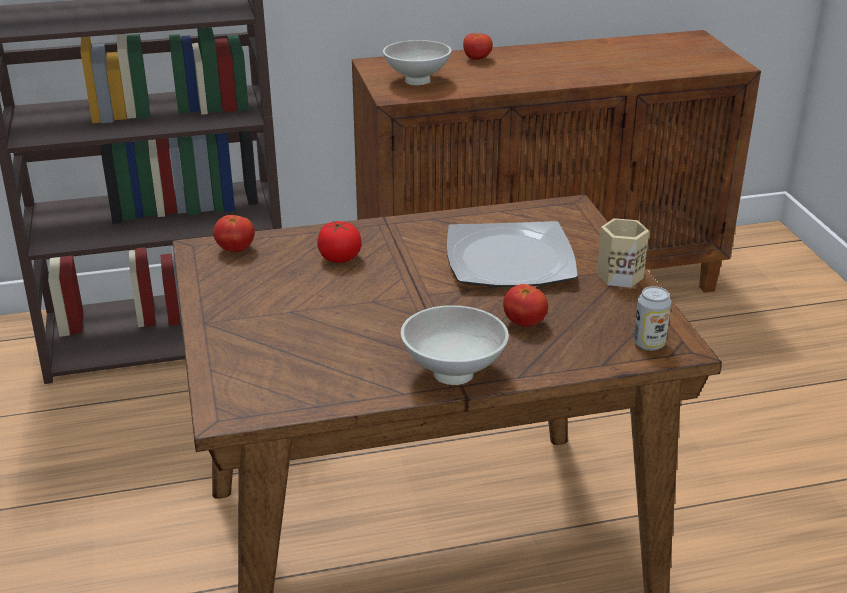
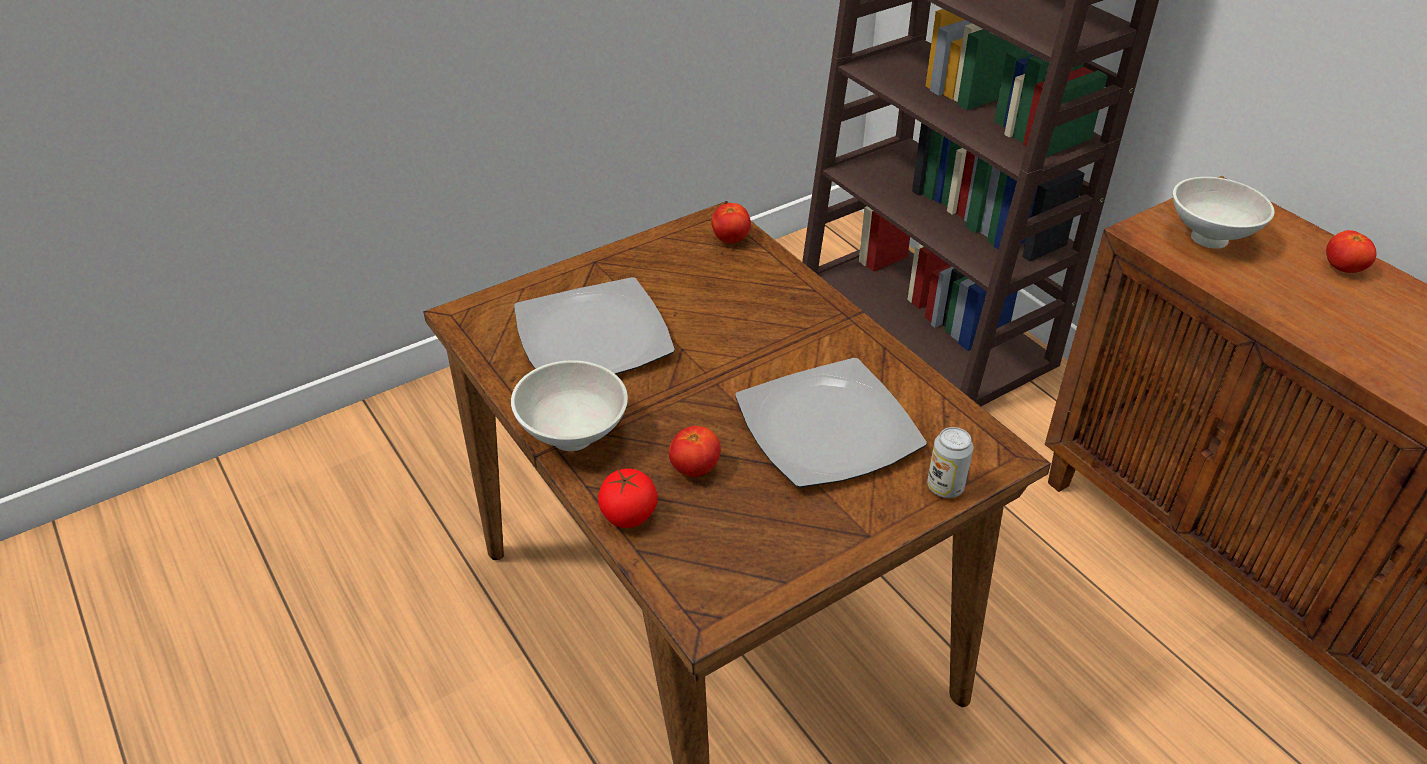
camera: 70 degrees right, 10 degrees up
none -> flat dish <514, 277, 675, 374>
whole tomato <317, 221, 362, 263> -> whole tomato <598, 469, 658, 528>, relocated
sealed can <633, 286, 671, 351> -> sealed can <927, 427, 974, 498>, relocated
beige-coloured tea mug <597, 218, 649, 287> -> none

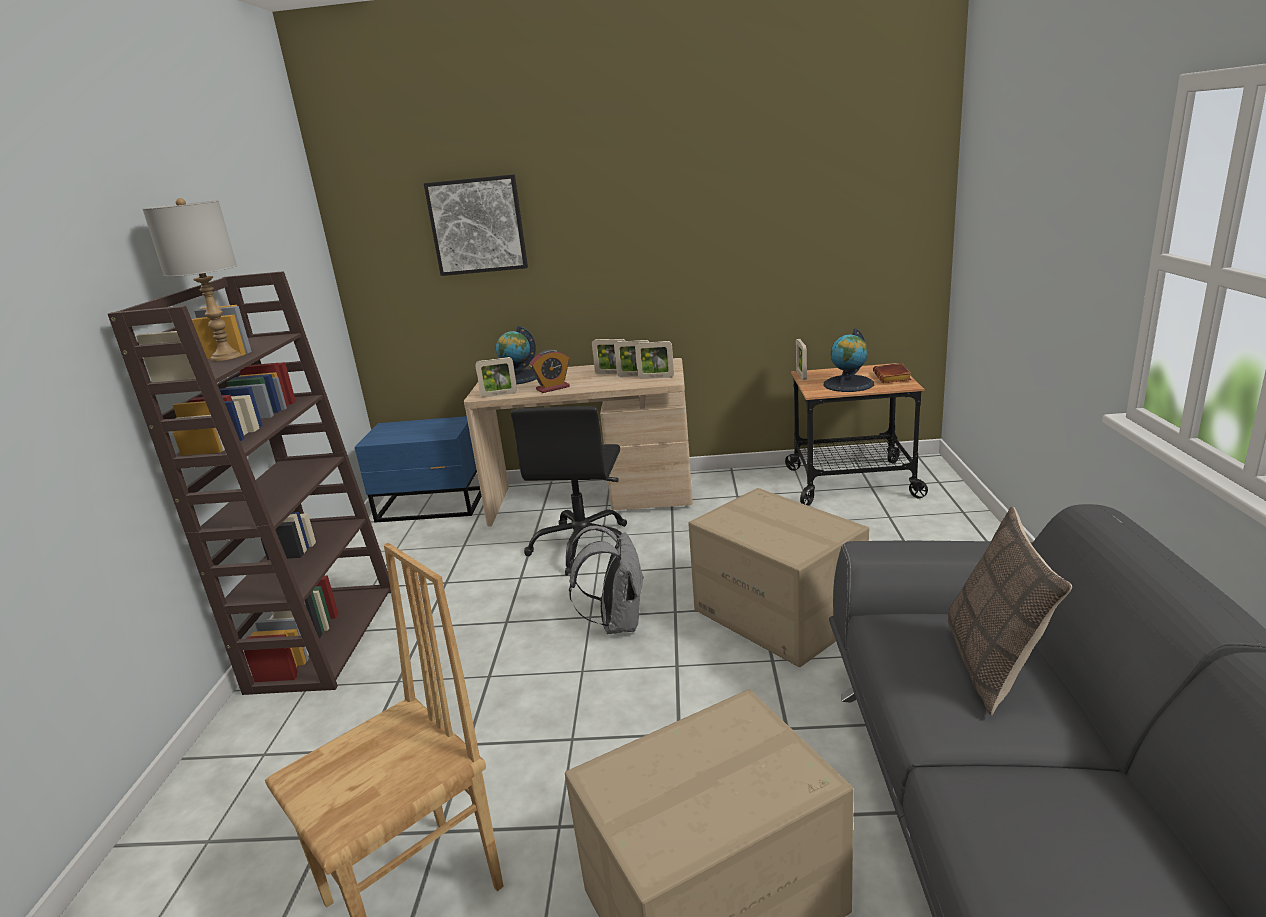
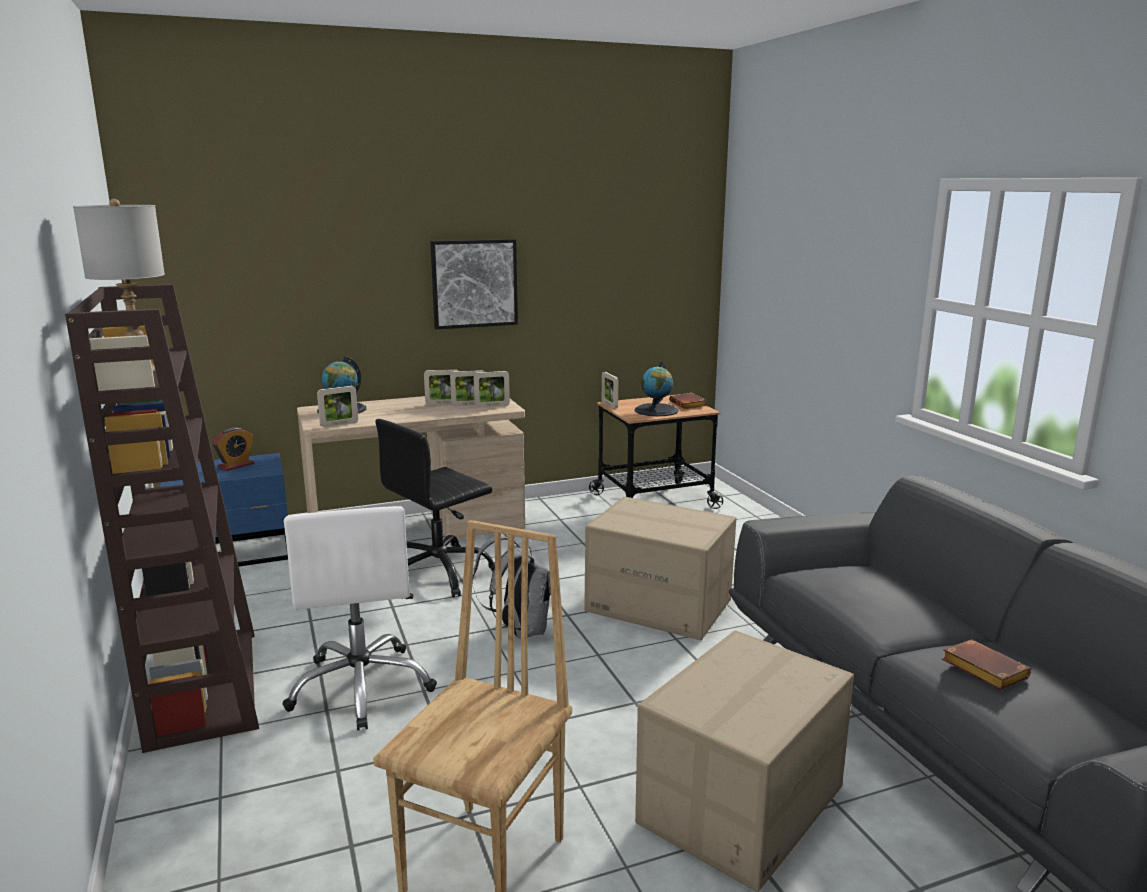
camera: 25 degrees left, 5 degrees down
bedside clock <529, 349, 570, 393> -> bedside clock <212, 427, 254, 471>, relocated
none -> white computer chair <282, 506, 437, 730>
black computer chair <511, 406, 627, 576> -> black computer chair <375, 419, 495, 598>, 60 degrees clockwise
picture <424, 174, 528, 276> -> picture <430, 239, 518, 329>, relocated
none -> brown-coloured book <942, 639, 1031, 690>
throw pillow <948, 506, 1072, 716> -> none

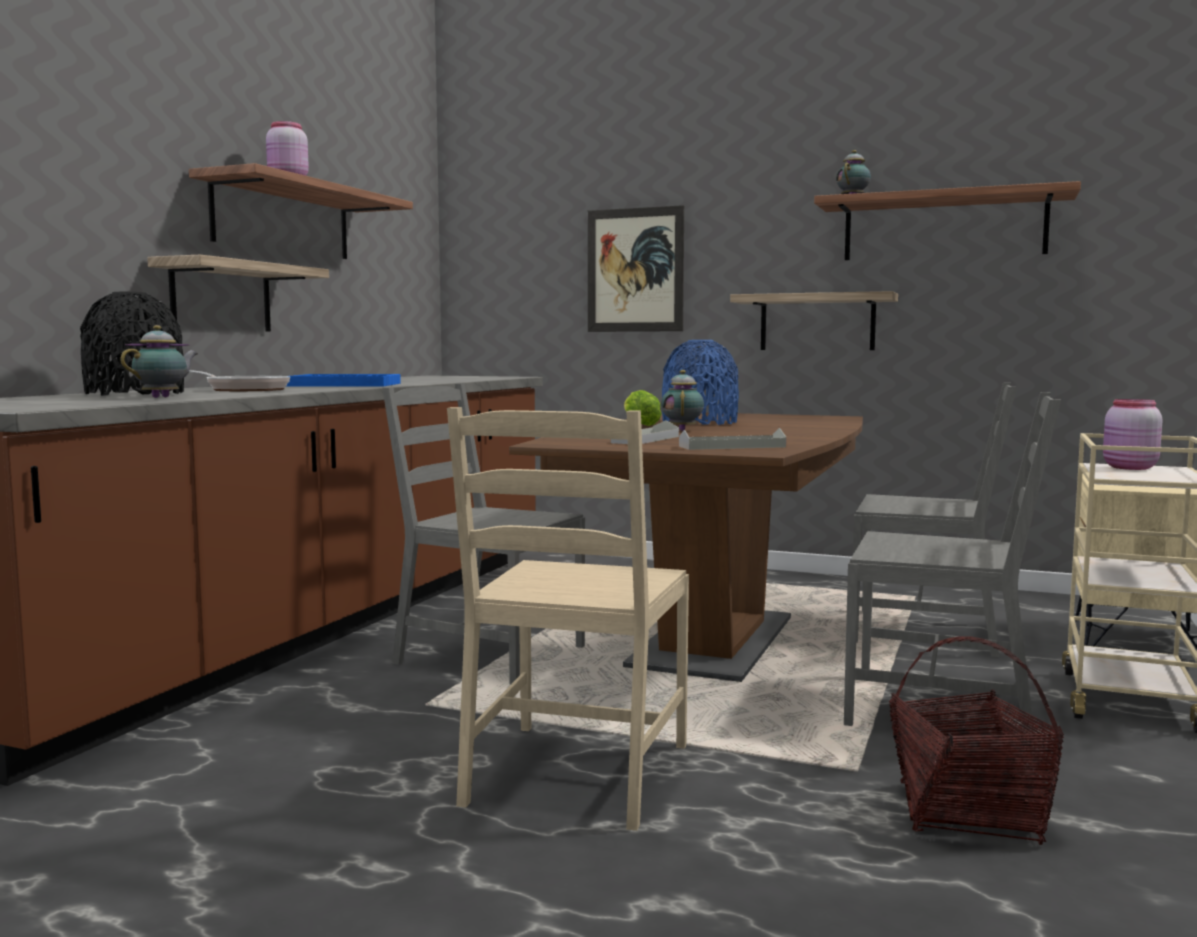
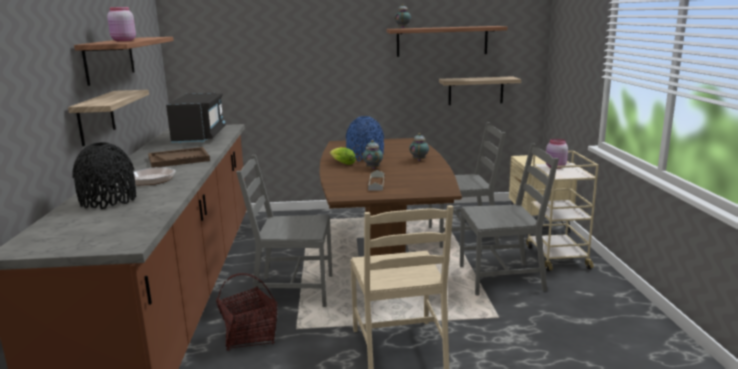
camera: 25 degrees left, 10 degrees up
blue carrying tray <286, 374, 401, 387> -> brown-coloured carrying tray <148, 147, 210, 167>
none -> black kitchen microwave <166, 93, 226, 143>
basket <889, 636, 1064, 845> -> basket <216, 273, 278, 351>, relocated
pot for tea <120, 325, 198, 398> -> pot for tea <409, 133, 429, 161>, relocated
shelf <730, 291, 898, 350> -> shelf <439, 76, 521, 105>, relocated
picture <588, 205, 684, 332> -> none
gray carrying tray <679, 428, 786, 450> -> none

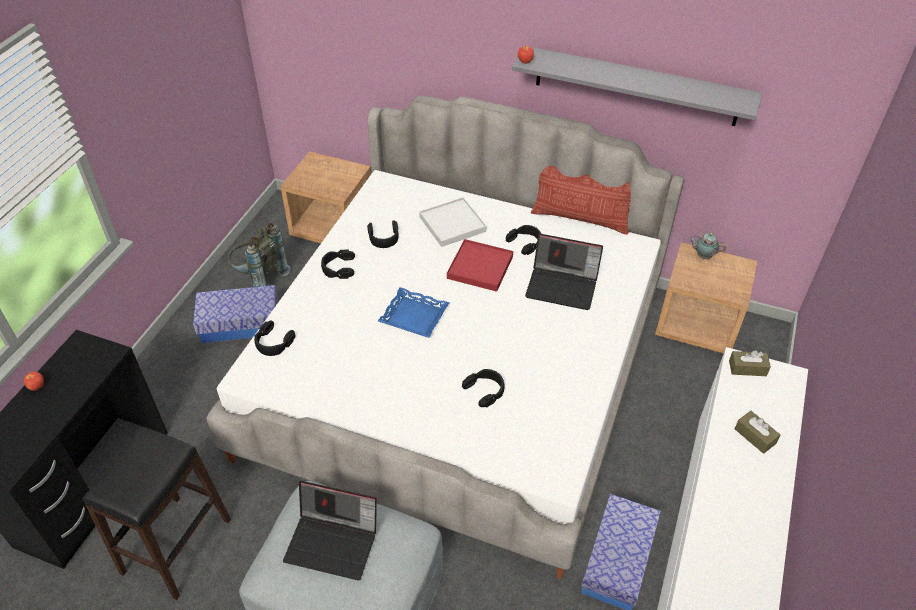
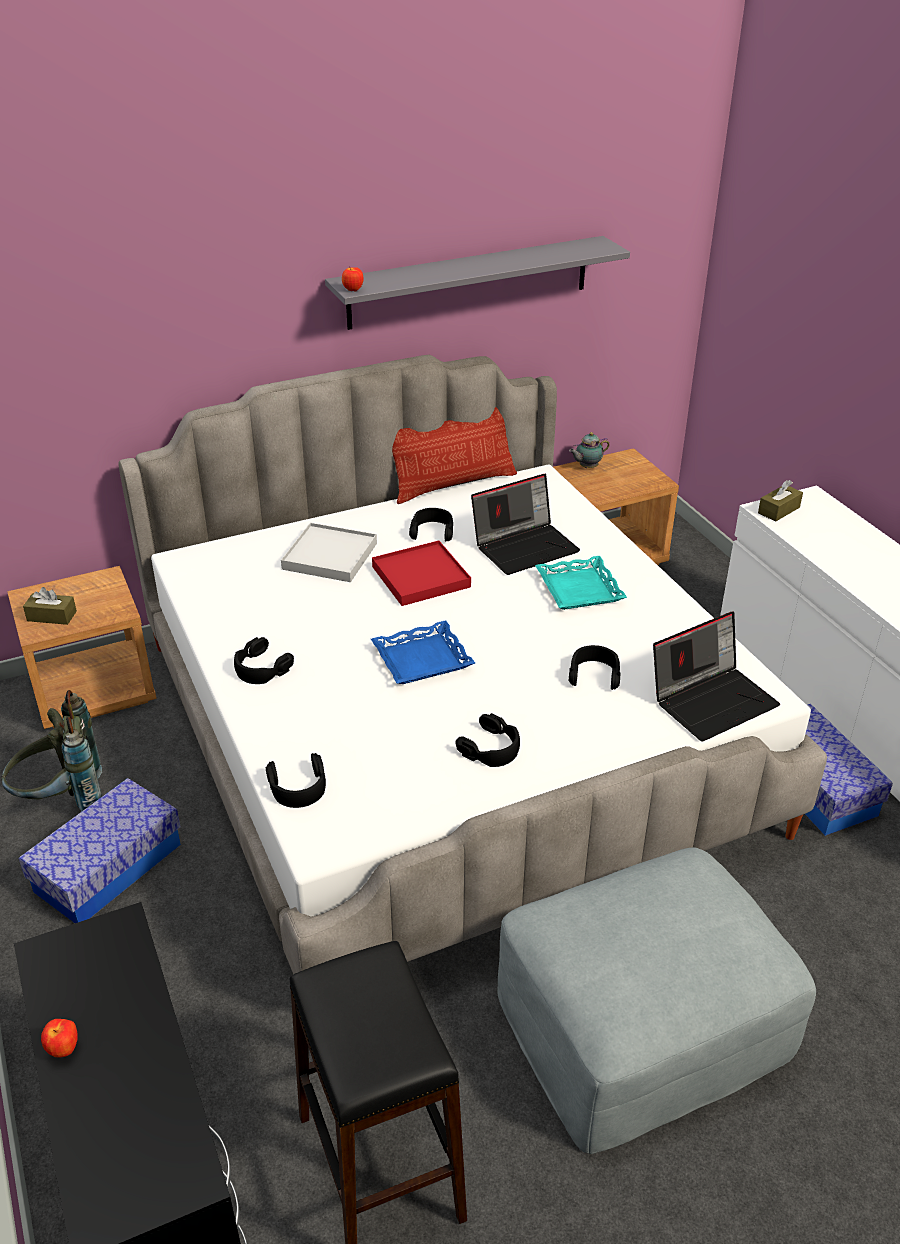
camera: 45 degrees left, 10 degrees down
brown-coloured box of tissues <735, 411, 780, 454> -> brown-coloured box of tissues <23, 587, 77, 625>, relocated
black headphones <367, 220, 399, 248> -> black headphones <455, 713, 520, 767>, relocated
none -> blue-green carrying tray <535, 556, 627, 610>
portable computer <283, 481, 377, 581> -> portable computer <653, 611, 780, 741>, relocated

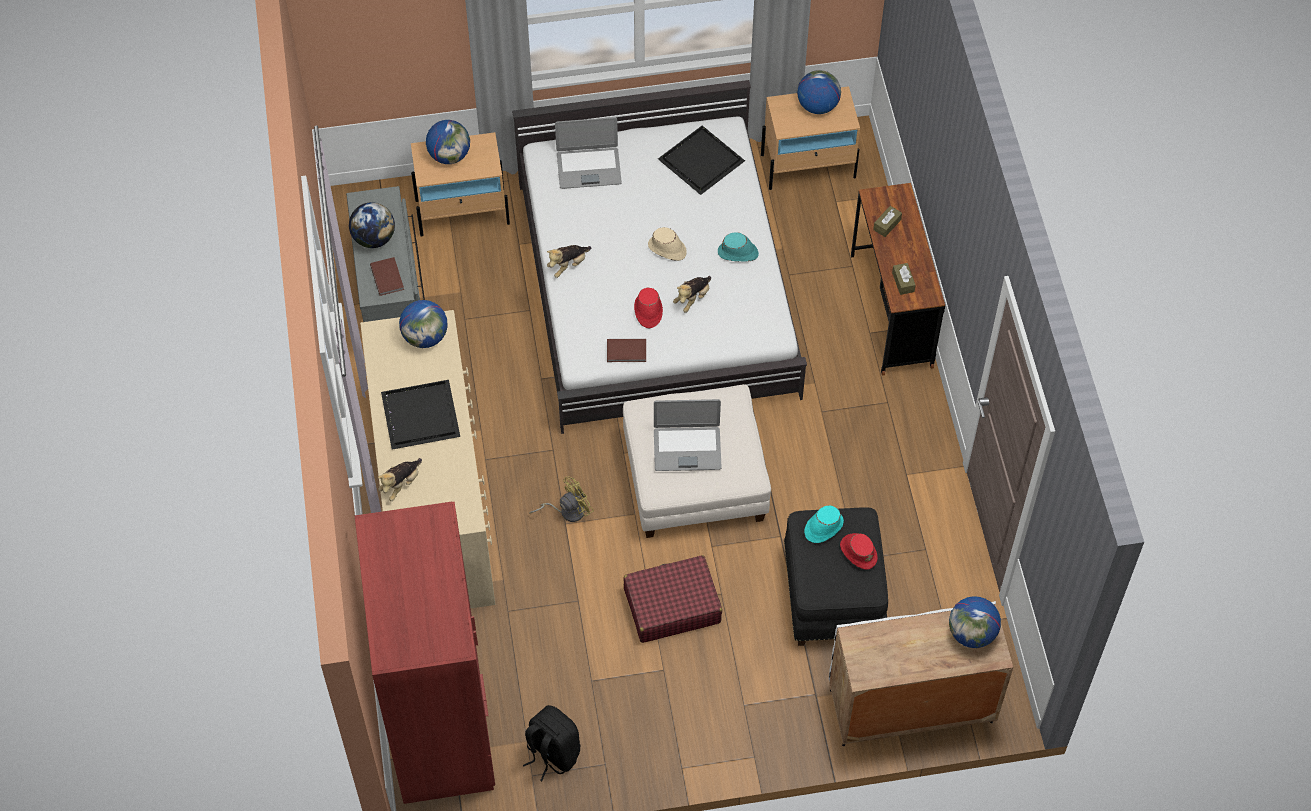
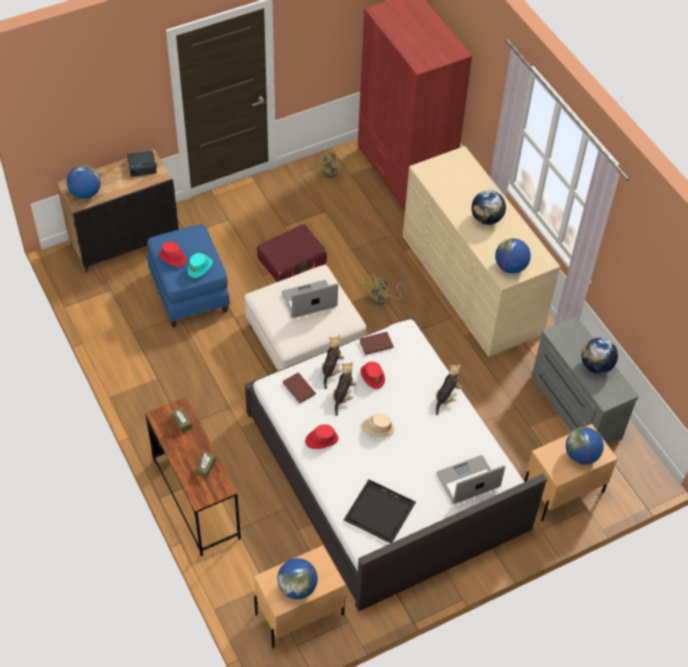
camera: 160 degrees right, 5 degrees down
white storage cabinet <829, 601, 1013, 746> -> black storage cabinet <57, 149, 179, 272>
none -> bedside clock <127, 151, 157, 177>
black ottoman <784, 507, 888, 646> -> blue ottoman <147, 224, 230, 327>
brown-coloured book <370, 257, 404, 296> -> brown-coloured book <283, 372, 316, 404>, relocated
blue-green clothing hat <718, 232, 759, 262> -> red clothing hat <305, 424, 339, 449>
black backpack <523, 705, 581, 781> -> yellowish cooling fan <315, 150, 351, 178>
cuddly toy <378, 458, 422, 501> -> cuddly toy <321, 335, 344, 389>, relocated
black carrying tray <381, 380, 460, 450> -> globe <471, 190, 506, 225>

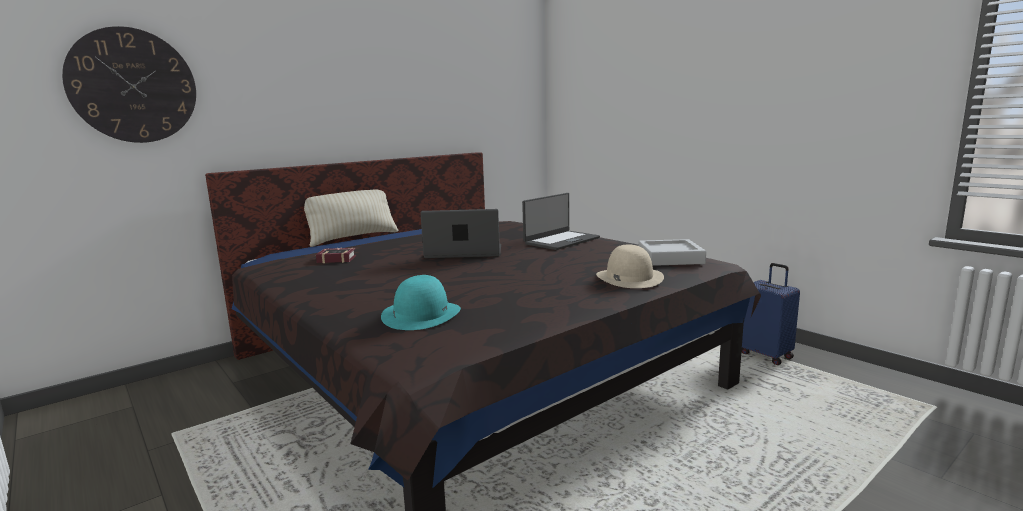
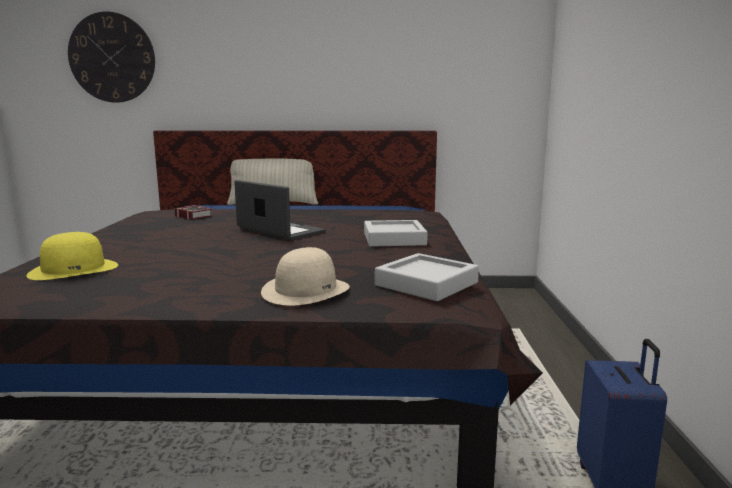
camera: 40 degrees right, 0 degrees up
blue-green clothing hat <381, 275, 461, 330> -> yellowish clothing hat <26, 232, 118, 280>
portable computer <522, 193, 600, 250> -> gray carrying tray <364, 220, 428, 247>

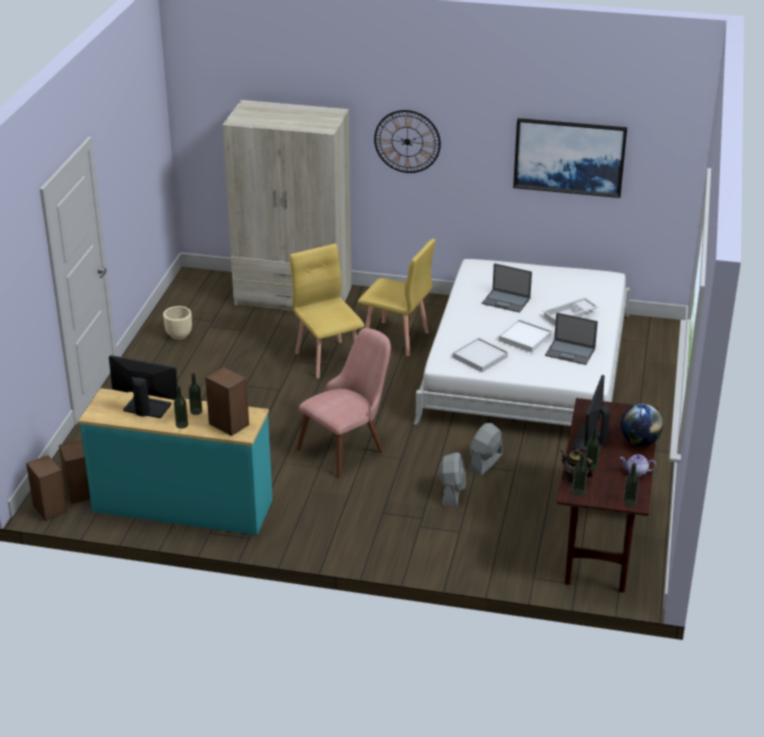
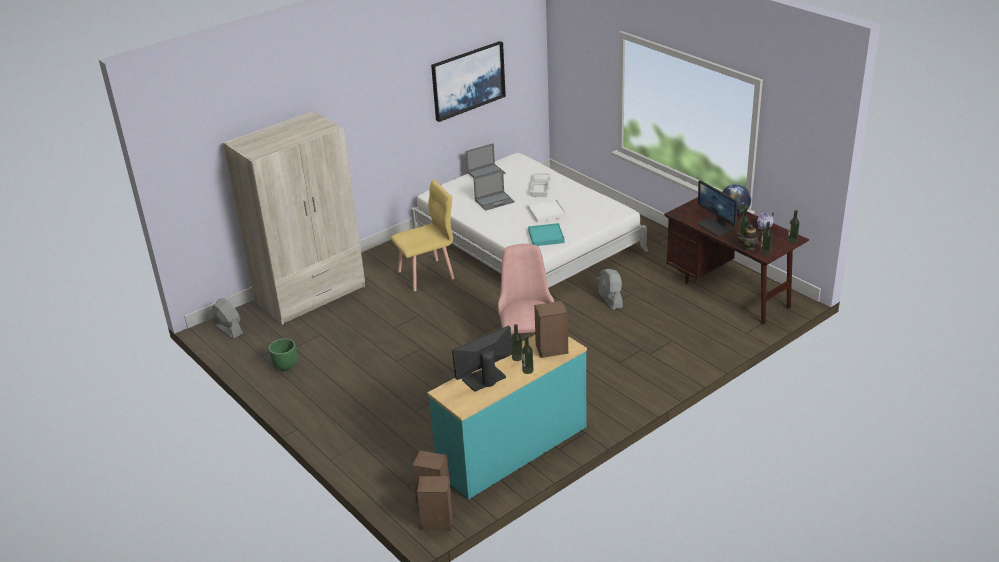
camera: 50 degrees left, 0 degrees up
gray cooling fan <439, 452, 466, 507> -> gray cooling fan <212, 298, 243, 339>, relocated
beige-coloured flower pot <163, 306, 192, 340> -> green flower pot <269, 338, 297, 371>
portable computer <545, 313, 598, 365> -> portable computer <466, 143, 506, 178>, relocated
white carrying tray <453, 338, 508, 372> -> blue-green carrying tray <528, 223, 565, 246>
yellowish plain chair <290, 244, 364, 378> -> none
clock on the wall <374, 110, 441, 173> -> none

